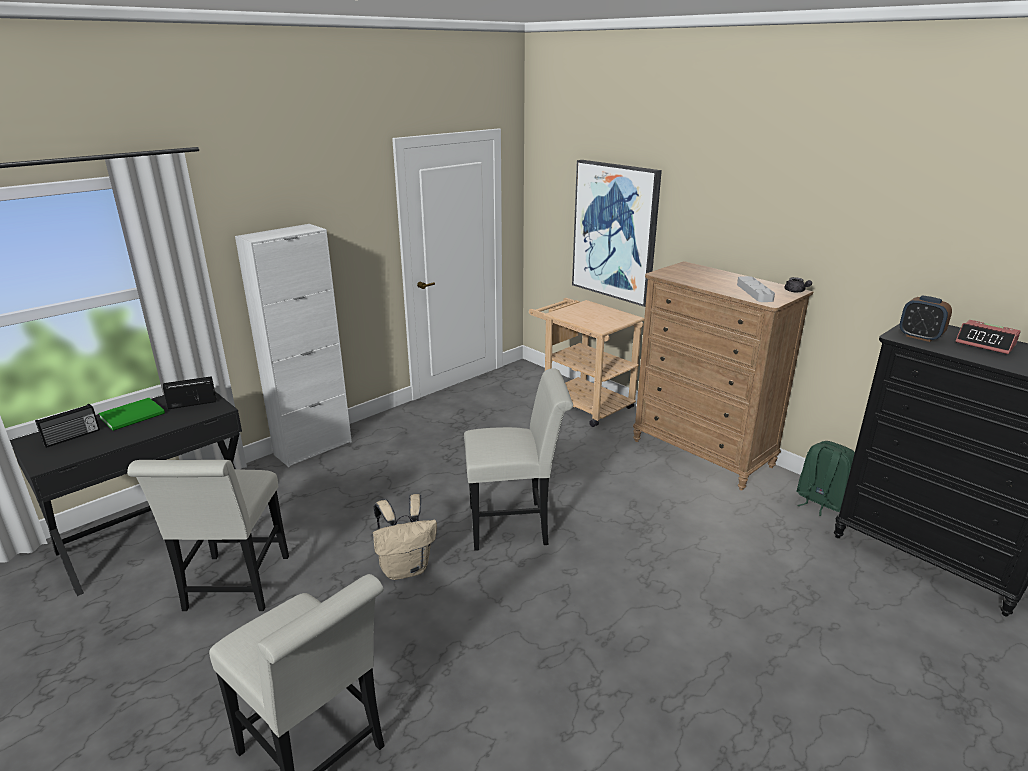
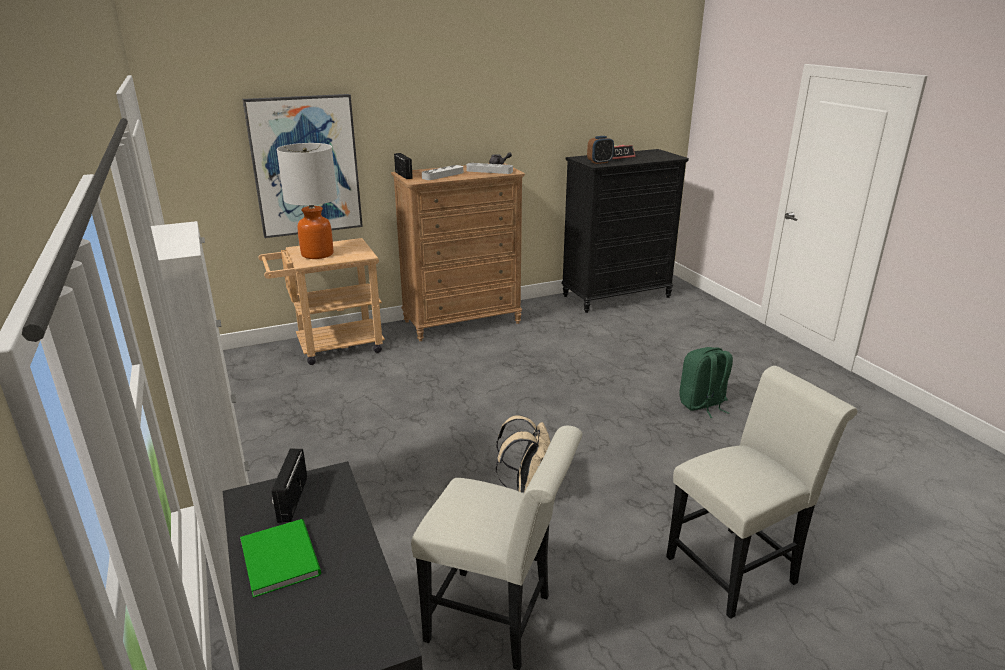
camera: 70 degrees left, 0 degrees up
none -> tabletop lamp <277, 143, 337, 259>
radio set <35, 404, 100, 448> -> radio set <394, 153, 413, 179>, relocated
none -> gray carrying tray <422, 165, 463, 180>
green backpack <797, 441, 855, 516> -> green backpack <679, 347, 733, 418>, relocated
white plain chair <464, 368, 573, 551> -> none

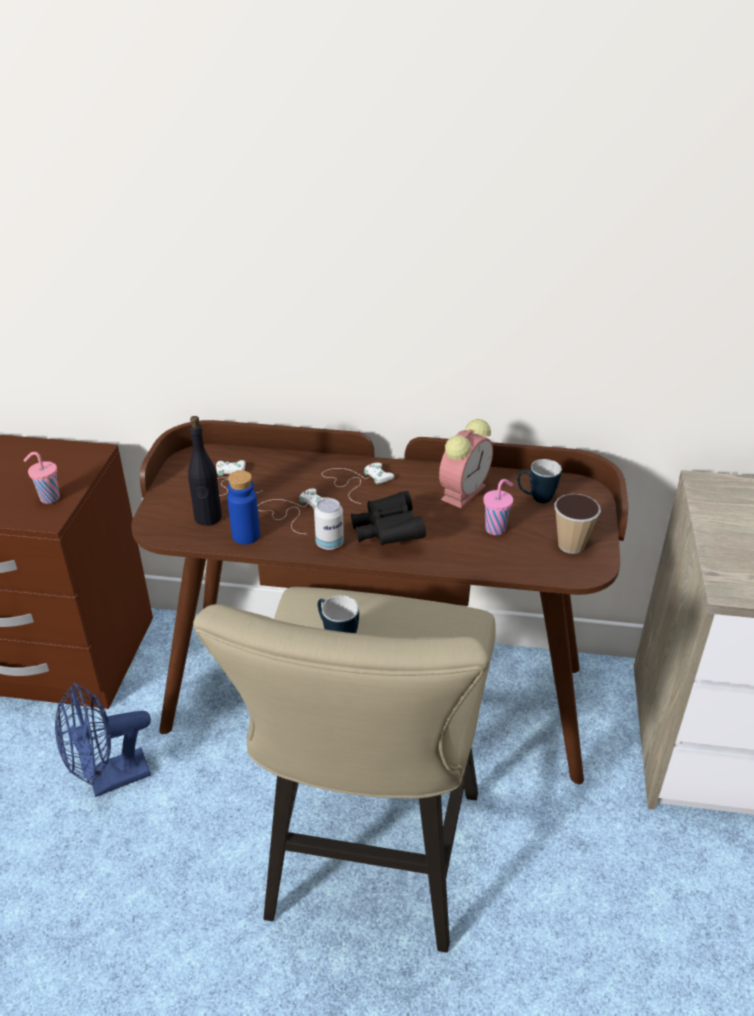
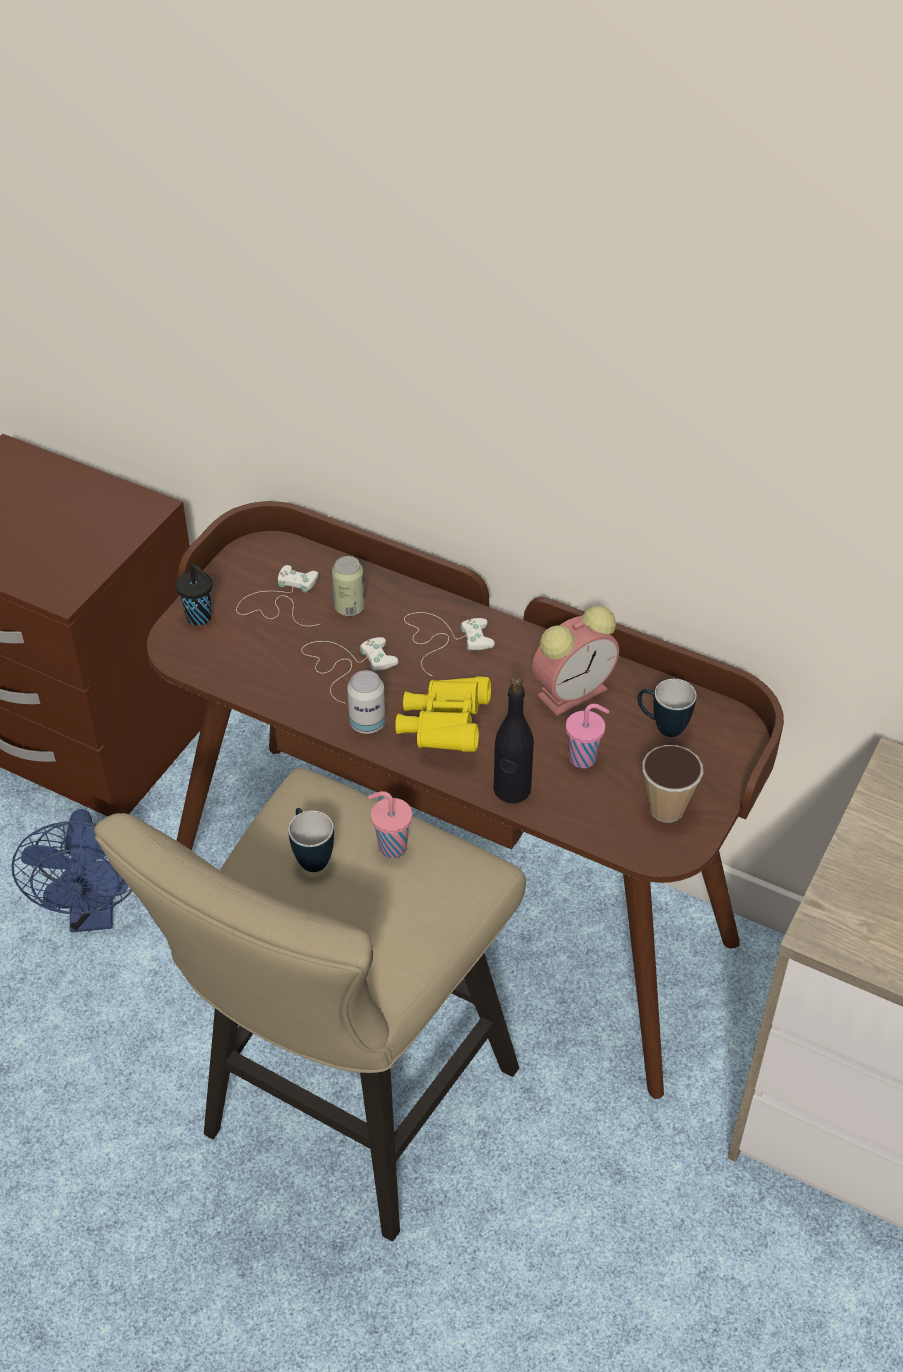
camera: 20 degrees right, 10 degrees up
blue cooling fan <55, 683, 151, 797> -> blue cooling fan <11, 809, 132, 933>, 90 degrees counterclockwise
none -> black cup <175, 564, 212, 626>
none -> sealed can <332, 556, 365, 616>
pink cup <24, 452, 60, 504> -> pink cup <368, 791, 412, 858>, relocated
black pair of binoculars <351, 491, 426, 545> -> yellowish pair of binoculars <395, 676, 491, 752>
black bottle <188, 416, 222, 526> -> black bottle <494, 676, 534, 804>, relocated
blue bottle <227, 470, 260, 545> -> none

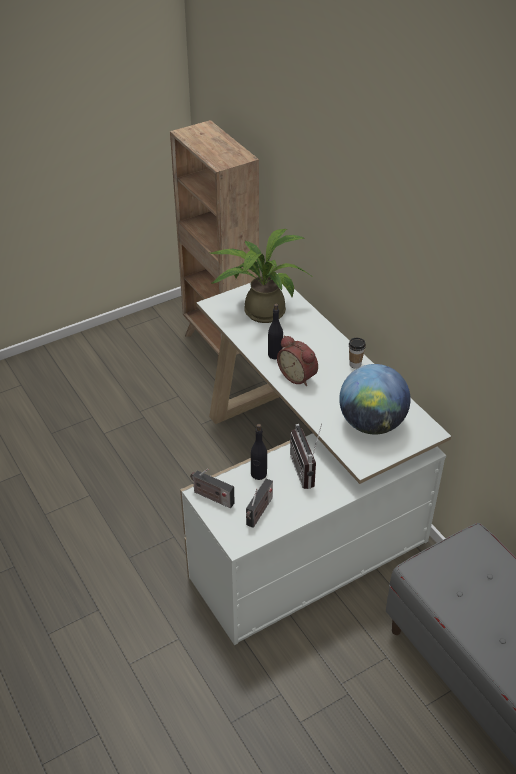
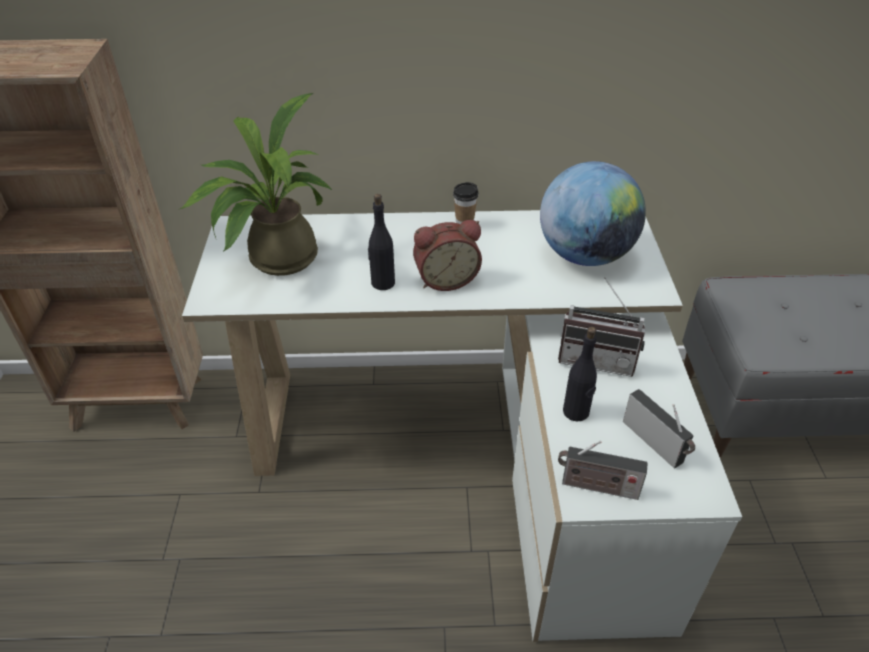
camera: 60 degrees left, 0 degrees up
radio set <190, 469, 235, 508> -> radio set <558, 441, 648, 500>, 45 degrees clockwise

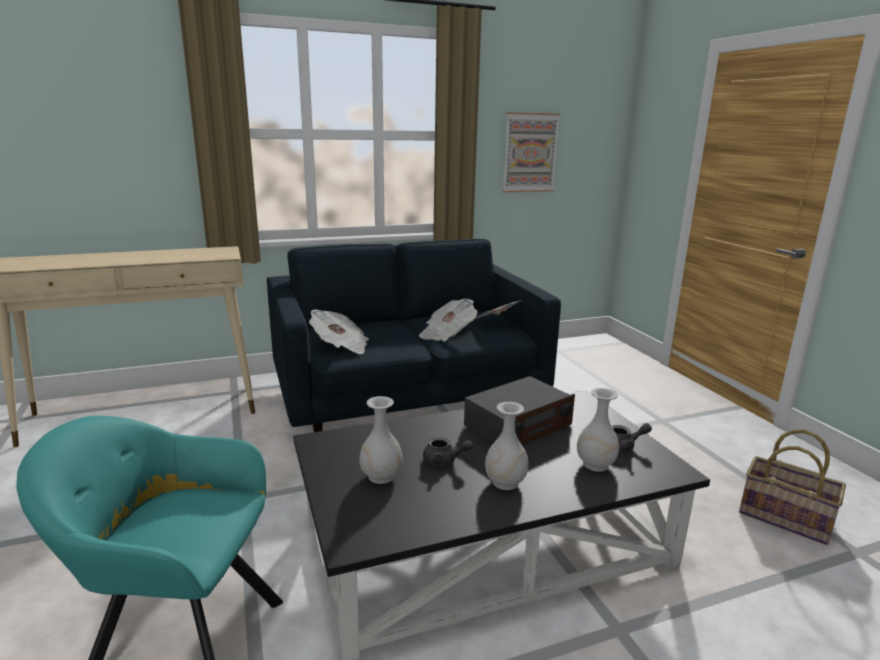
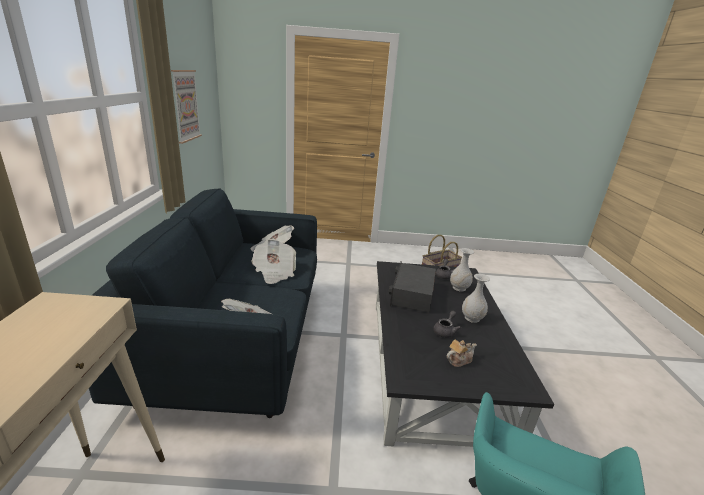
camera: 70 degrees left, 5 degrees up
radio set <464, 376, 575, 445> -> radio set <388, 261, 436, 312>, 150 degrees counterclockwise
white decorative vase <359, 396, 403, 484> -> pot for tea <447, 339, 476, 367>

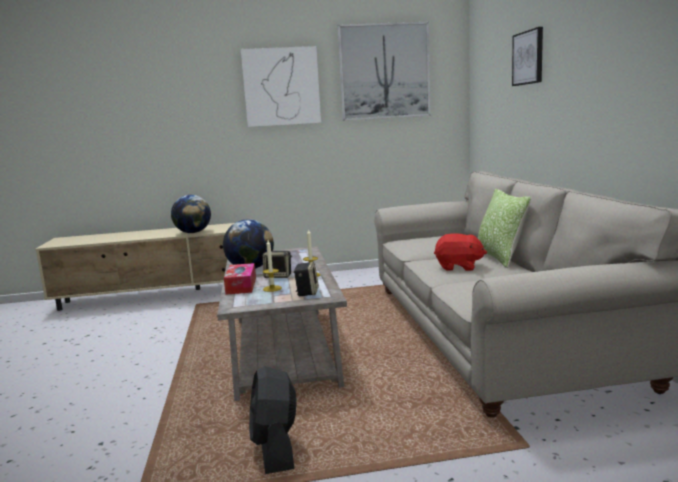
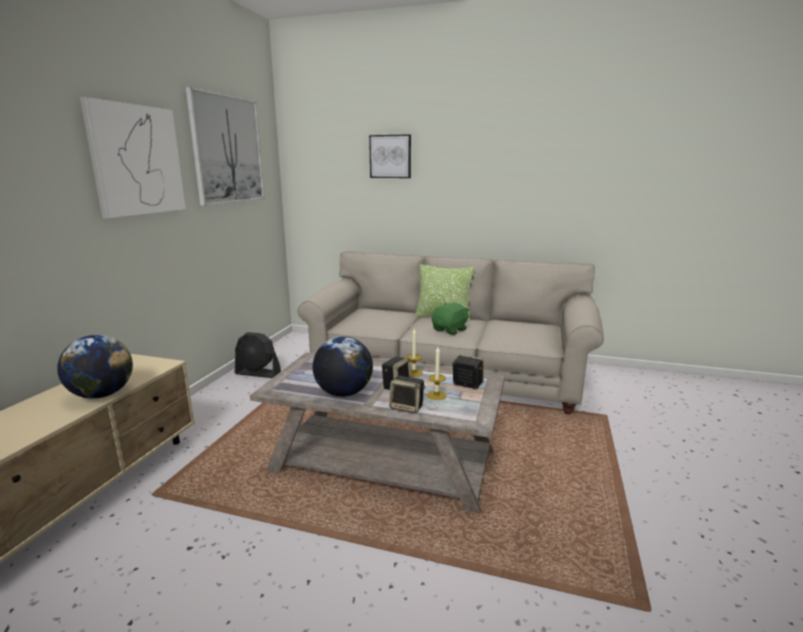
camera: 65 degrees left, 5 degrees up
black cooling fan <249, 366, 297, 474> -> black cooling fan <235, 332, 281, 378>, relocated
box of tissues <224, 263, 256, 295> -> loudspeaker <389, 376, 425, 413>
red cuddly toy <434, 233, 487, 271> -> green cuddly toy <432, 303, 470, 335>

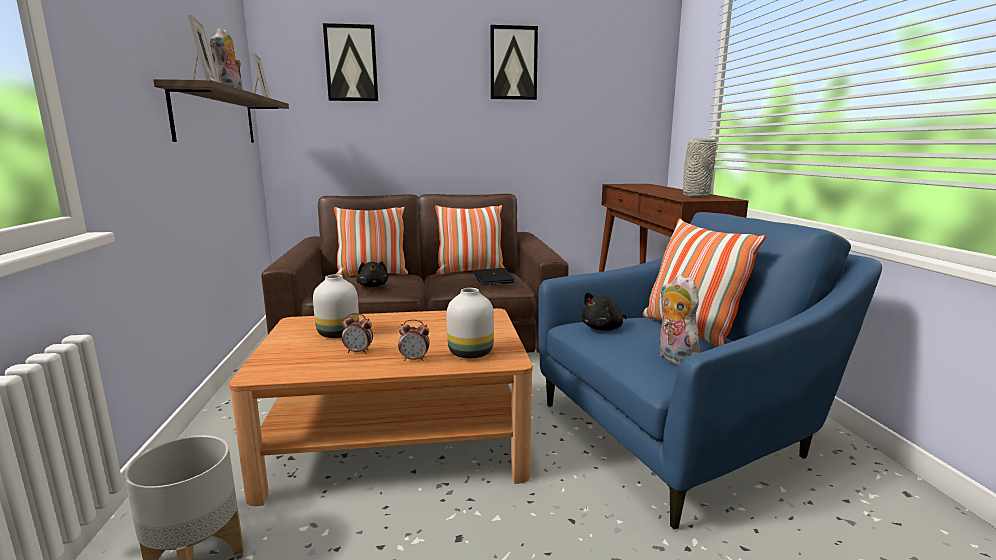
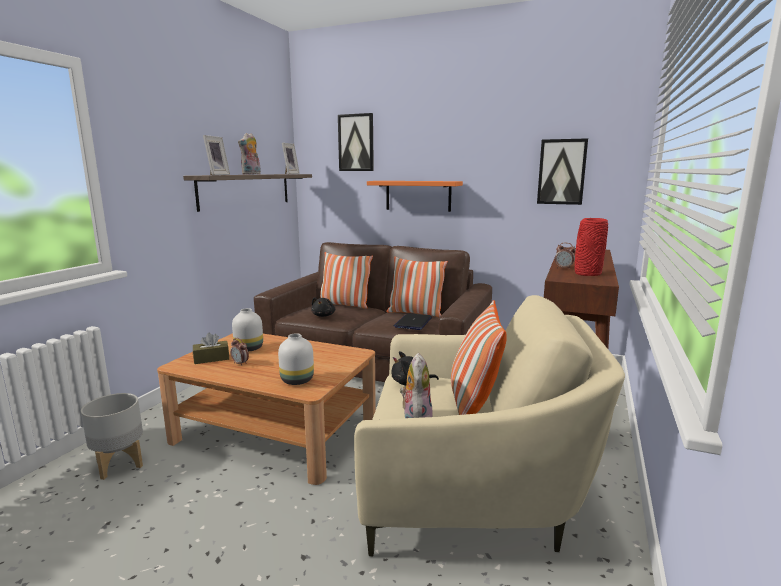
camera: 30 degrees right, 0 degrees up
none -> brown-coloured box of tissues <193, 333, 229, 364>
blue armchair <538, 212, 882, 529> -> beige-coloured armchair <354, 295, 625, 557>
none -> orangey shelf <367, 181, 463, 212>
picture <490, 25, 538, 100> -> picture <537, 138, 588, 205>, relocated
bedside clock <398, 320, 430, 361> -> bedside clock <555, 243, 576, 268>, relocated
gray decorative vase <683, 138, 716, 197> -> red decorative vase <575, 218, 608, 276>

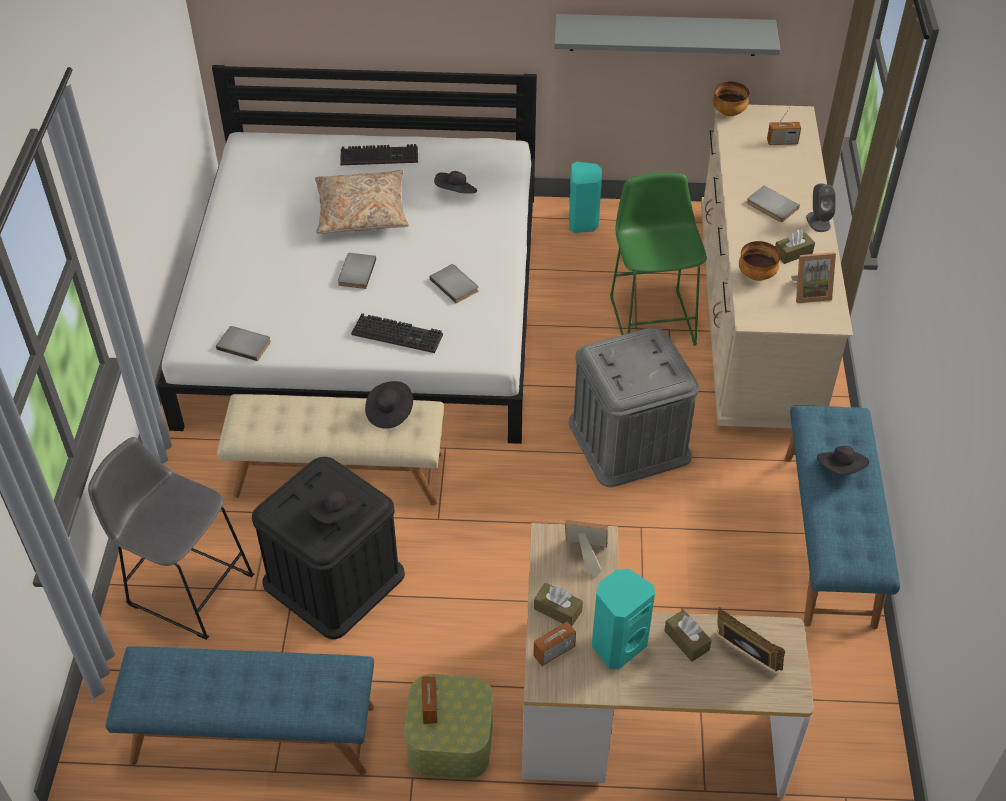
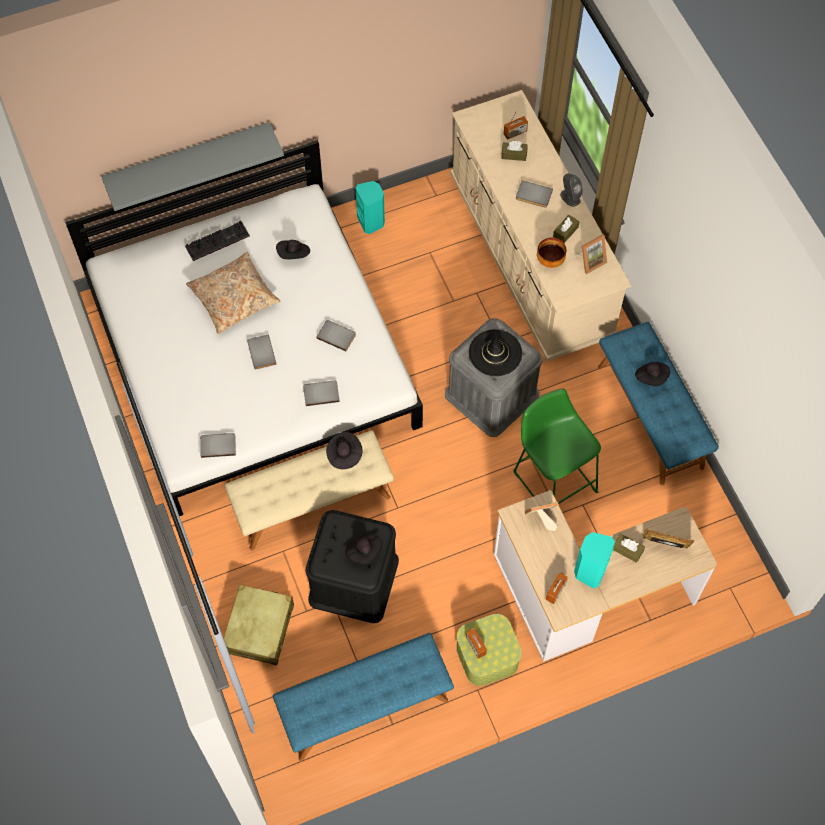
camera: 25 degrees left, 15 degrees up
gray shelf <554, 14, 781, 56> -> gray shelf <101, 122, 284, 211>, relocated
gray sitting stool <88, 437, 254, 640> -> beige-coloured suitcase <224, 584, 294, 665>
PC keyboard <351, 313, 443, 353> -> gray book <303, 381, 340, 406>
none -> black clothing hat <469, 329, 522, 376>
brown-coloured box of tissues <534, 583, 583, 626> -> brown-coloured box of tissues <502, 141, 528, 161>, relocated
green sitting stool <610, 172, 707, 346> -> green sitting stool <513, 389, 601, 504>, relocated
deep dish <713, 82, 750, 116> -> none

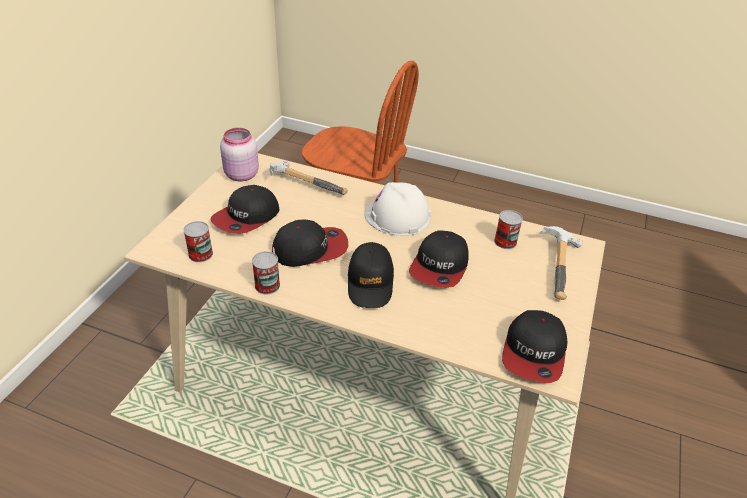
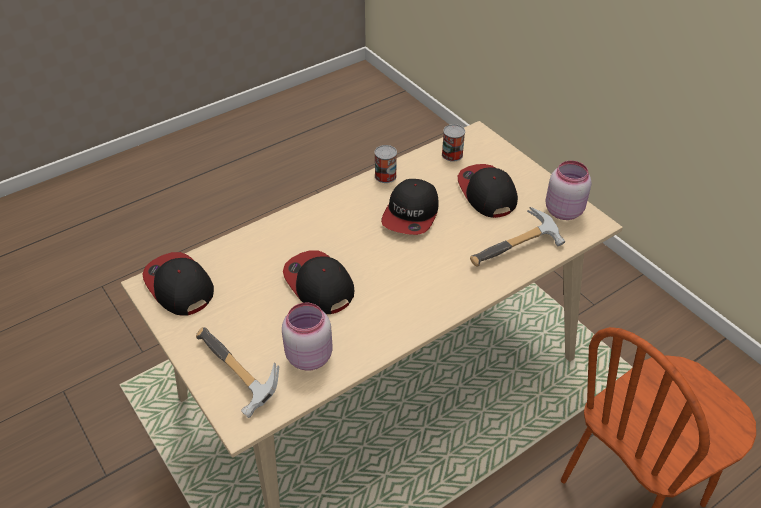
camera: 125 degrees right, 5 degrees up
sealed can <494, 210, 523, 249> -> pink jar <282, 302, 333, 371>
black cap <348, 242, 394, 308> -> none
white hard hat <364, 182, 431, 236> -> none

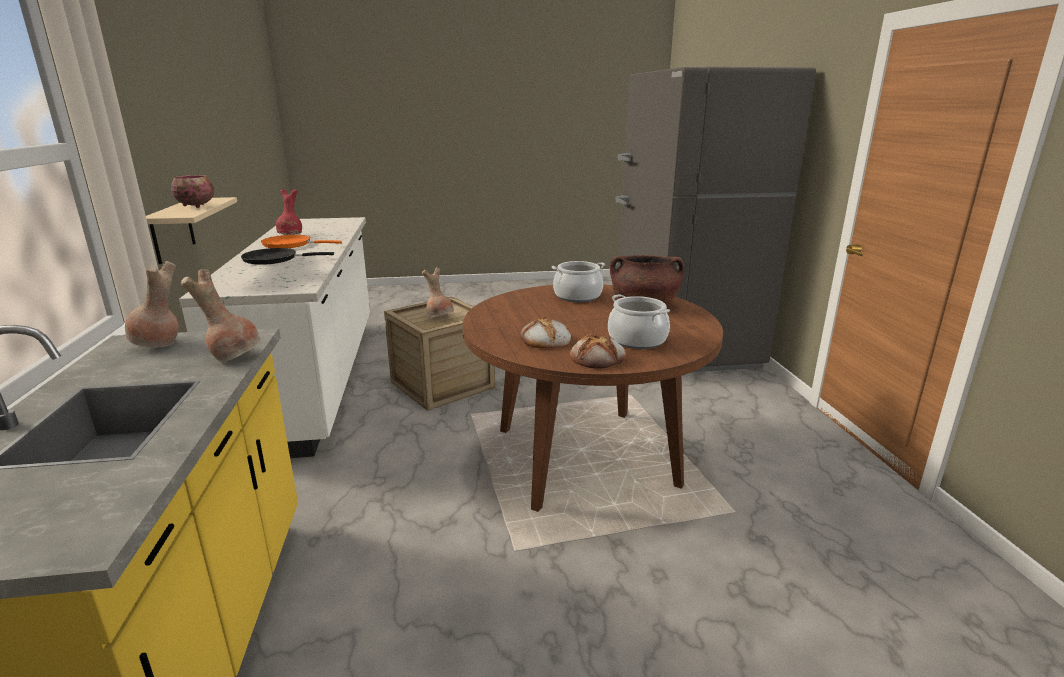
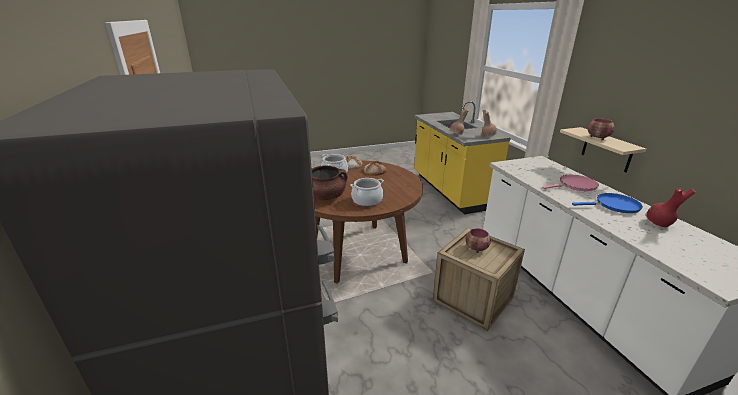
camera: 170 degrees right, 5 degrees up
brown-coloured decorative vase <422, 268, 453, 318> -> deep dish <465, 228, 491, 253>
black skillet <241, 248, 334, 265> -> pink skillet <542, 175, 599, 191>
orangey skillet <261, 235, 342, 248> -> blue skillet <572, 193, 643, 213>

